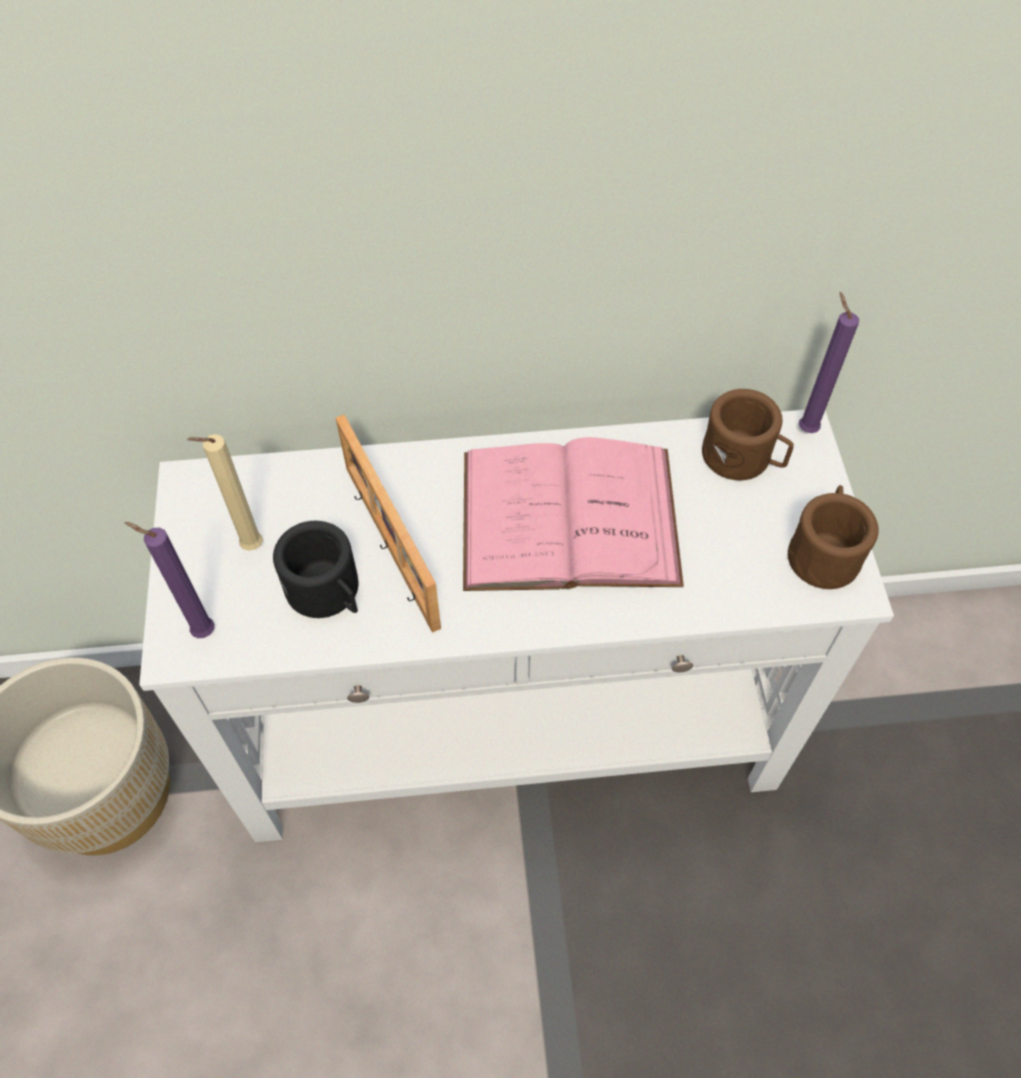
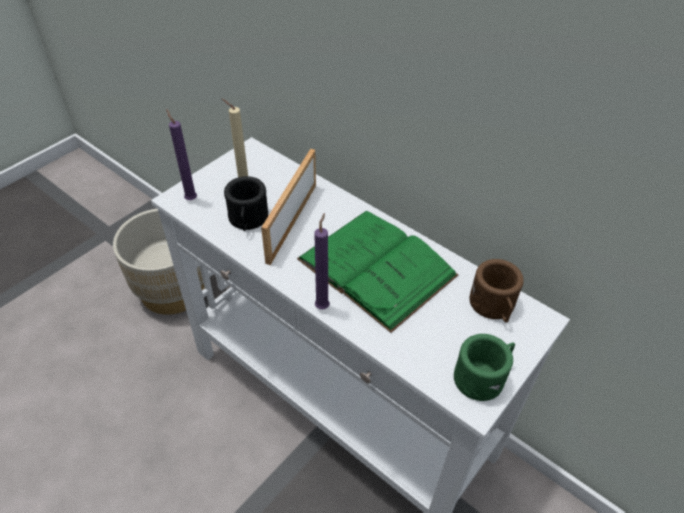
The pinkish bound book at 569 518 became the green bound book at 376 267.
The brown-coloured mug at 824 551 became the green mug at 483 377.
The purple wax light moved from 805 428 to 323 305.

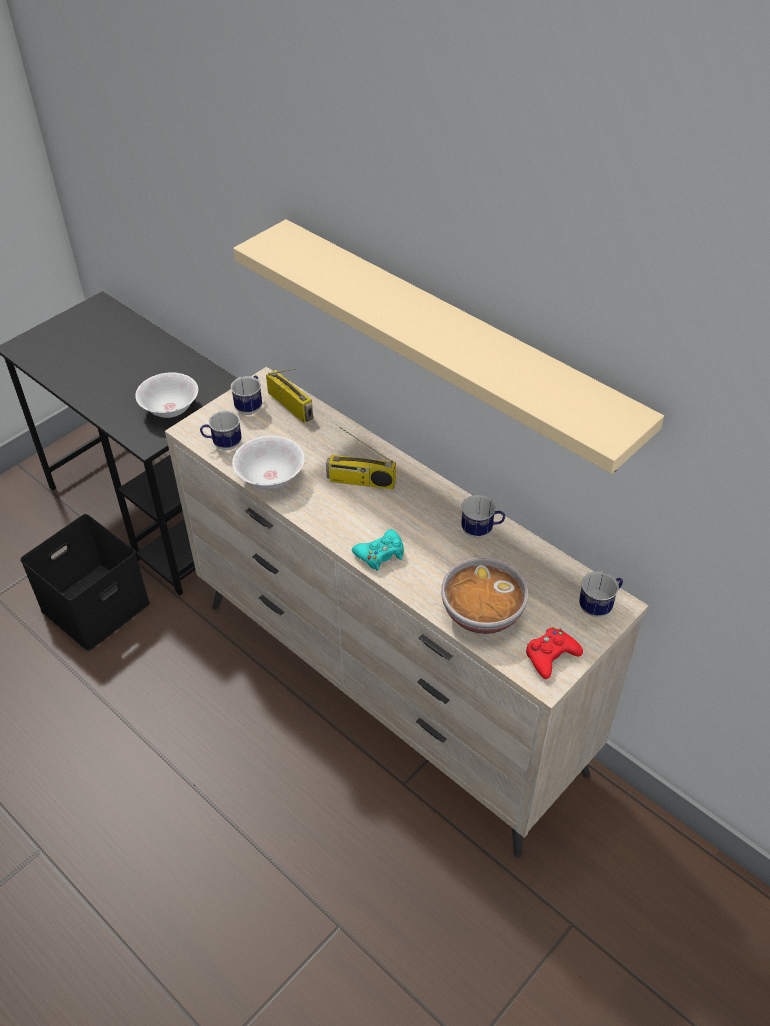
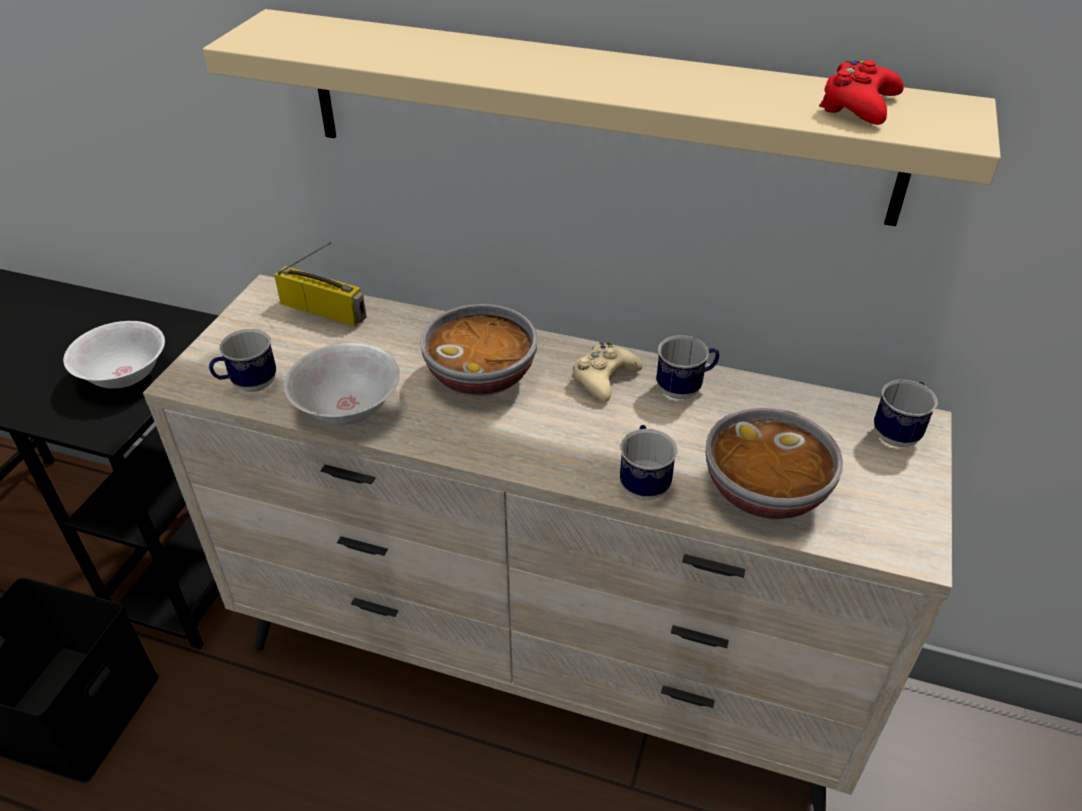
The mug moved from 251 406 to 643 482.
The radio set at 360 481 was replaced by the deep dish at 482 376.
The turquoise-coloured game controller at 380 554 disappeared.
The red-coloured game controller moved from 550 656 to 858 106.
The sand-coloured game controller at 604 378 appeared.

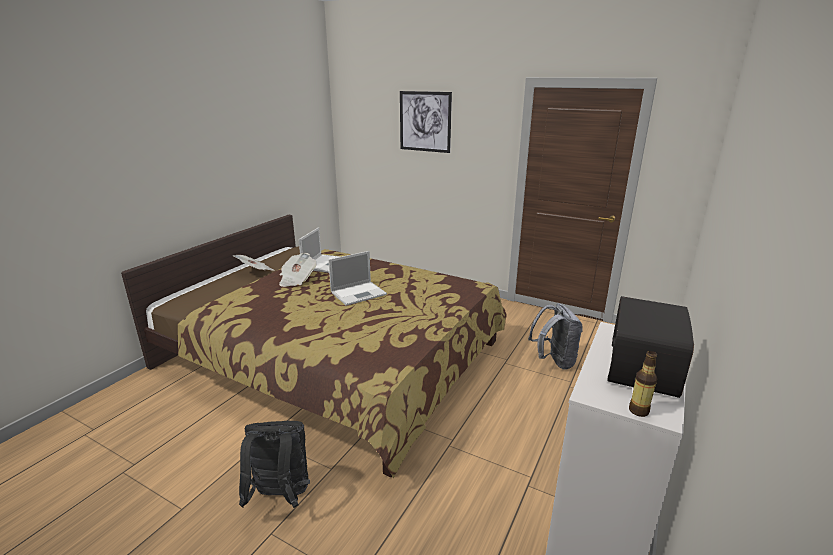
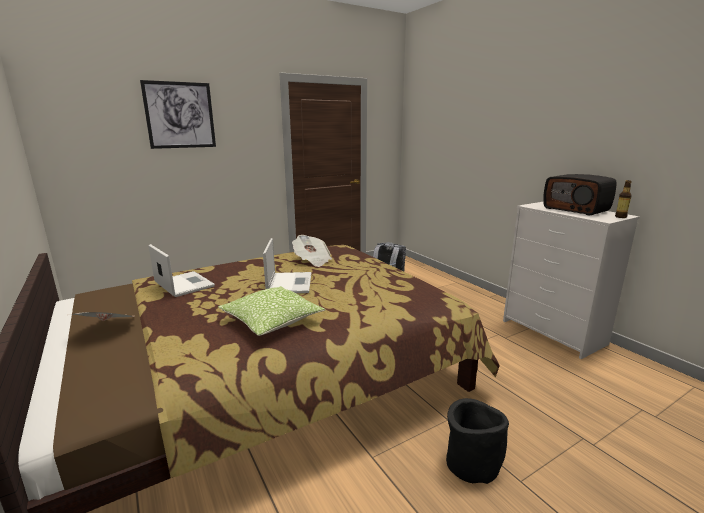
The black-coloured knapsack at 280 496 was replaced by the black-coloured planter at 471 463.
The daily paper moved from 297 280 to 312 260.
The throw pillow at 272 321 appeared.

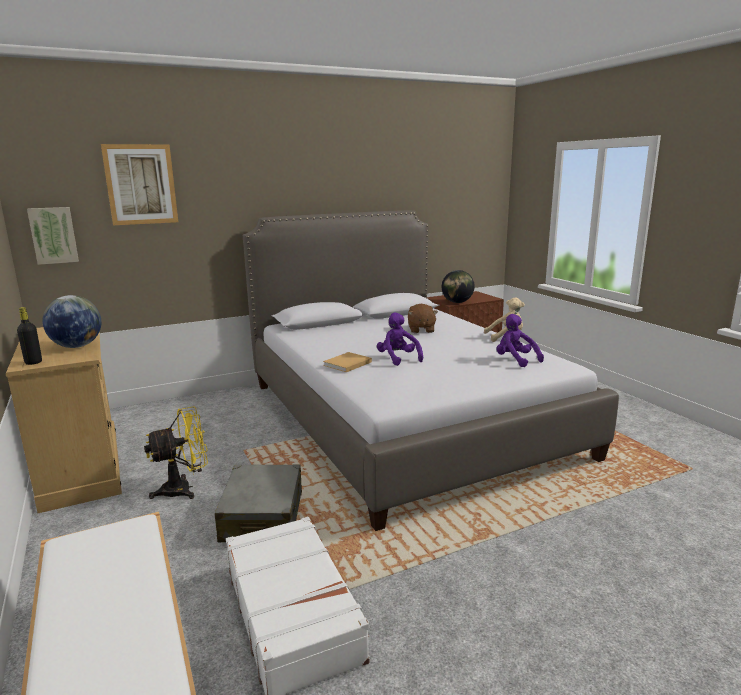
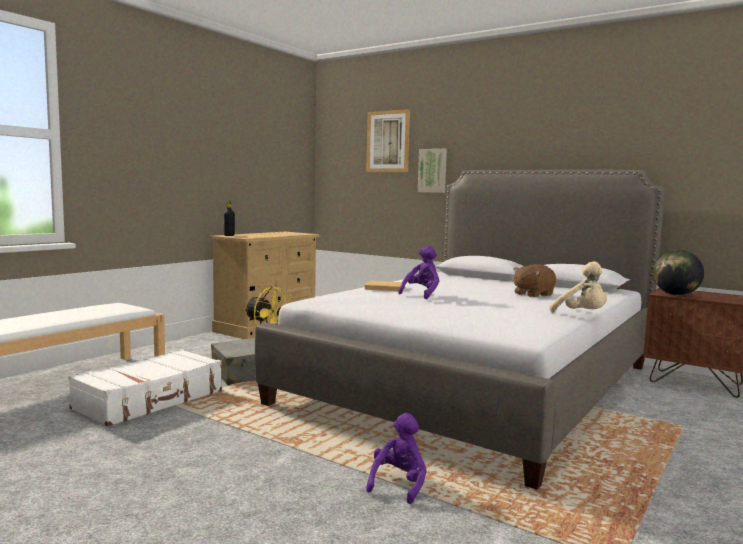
The wall picture moved from 53 235 to 433 170.
The globe at 77 346 disappeared.
The purple cuddly toy moved from 515 360 to 398 484.

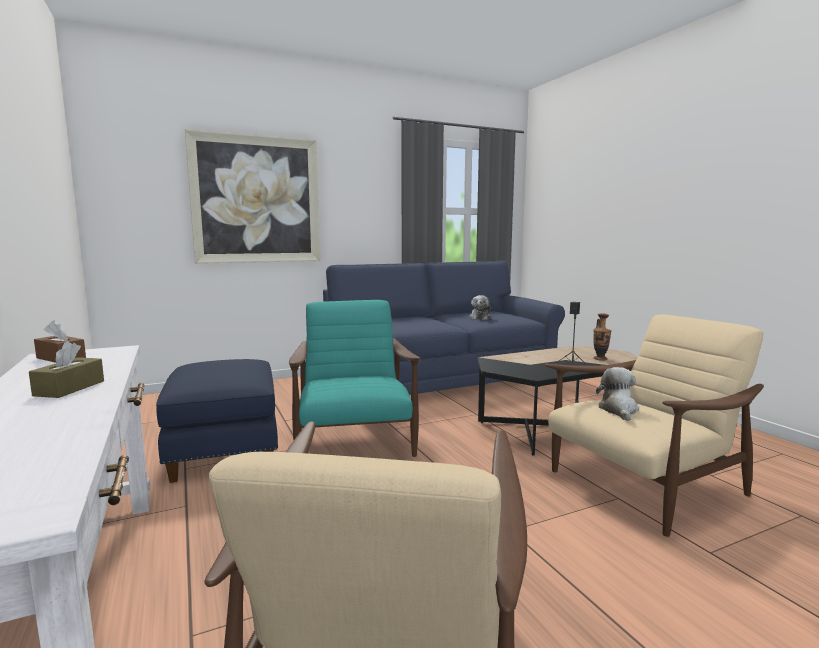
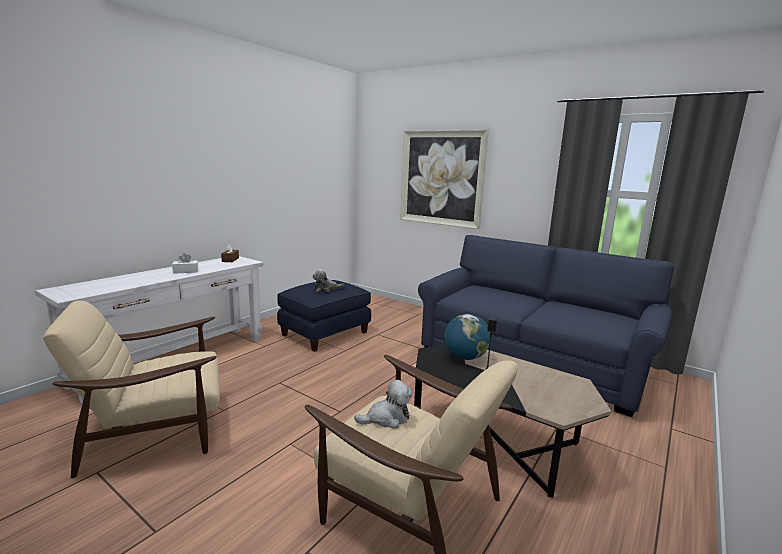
The brown-coloured tissue holder at 69 388 became the white-coloured tissue holder at 186 271.
The turquoise-coloured easy chair at 354 439 disappeared.
The cuddly toy moved from 479 317 to 326 289.
The flower vase at 600 359 disappeared.
The globe at 465 357 appeared.

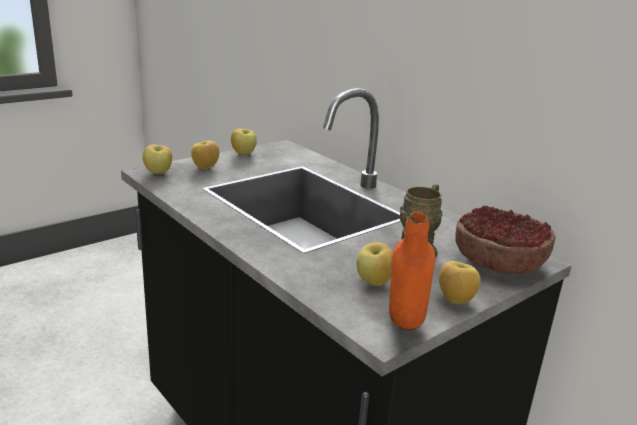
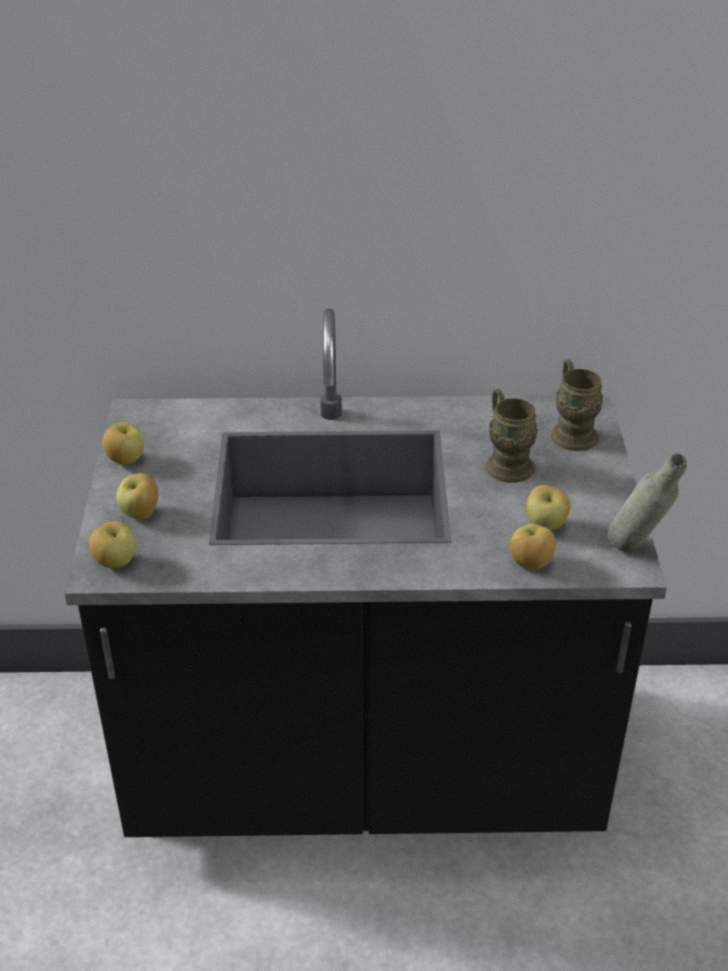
The orange beverage bottle at 404 332 became the greyish beverage bottle at 636 553.
The whole apple moved from 455 300 to 530 564.
The deep dish at 498 261 was replaced by the brown-coloured mug at 571 430.

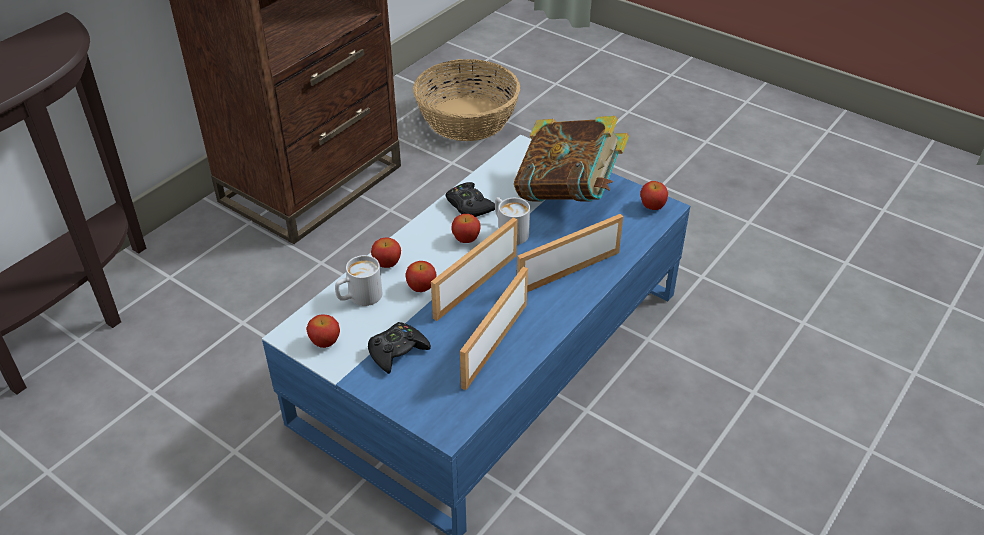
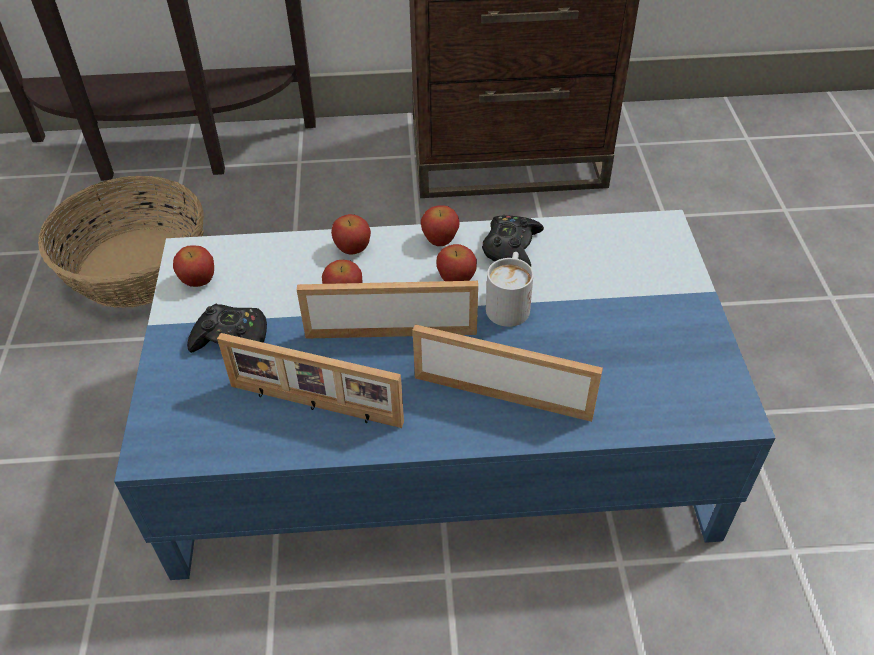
The white-coloured mug at 359 298 disappeared.
The household basket moved from 466 119 to 137 266.
The photo frame at 493 344 turned 150 degrees counterclockwise.
The bound book at 568 193 disappeared.
The whole apple moved from 652 206 to 440 239.

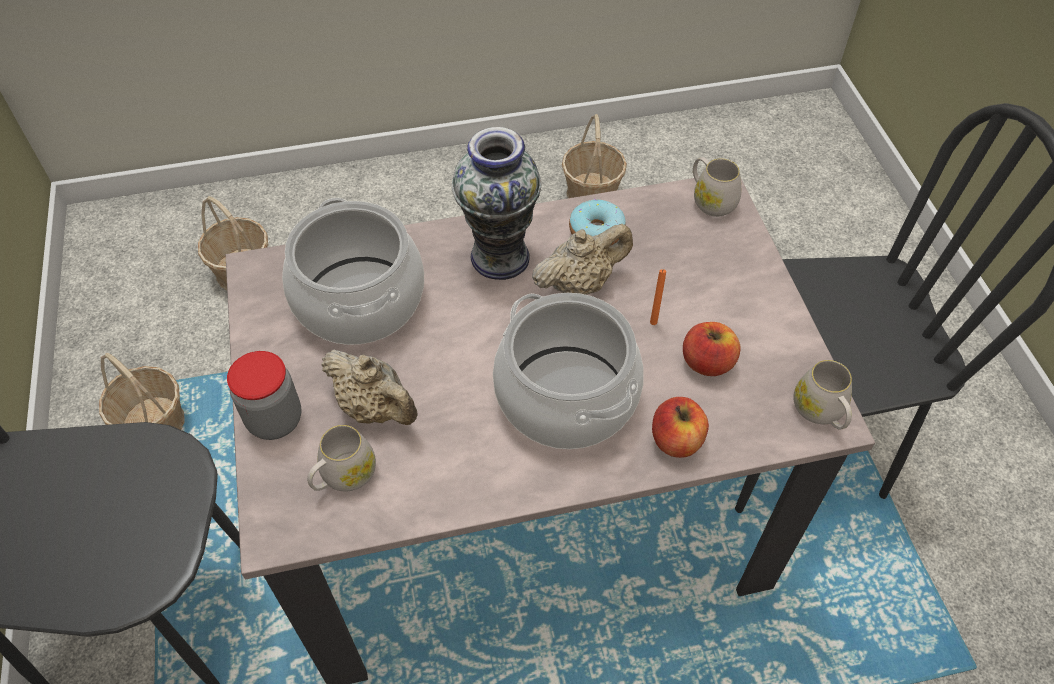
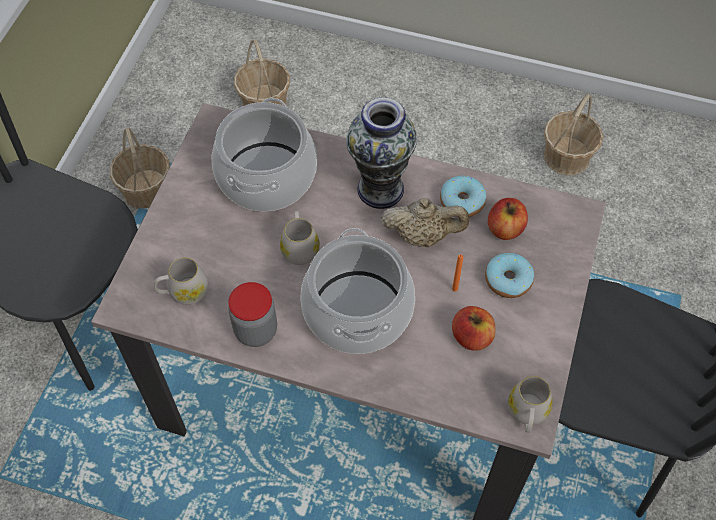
The jar moved from 275 420 to 256 330.
The sand-coloured teapot at 376 408 disappeared.
The whole apple moved from 676 440 to 505 229.
The white-coloured mug moved from 710 200 to 300 247.
The ring doughnut at 508 280 appeared.

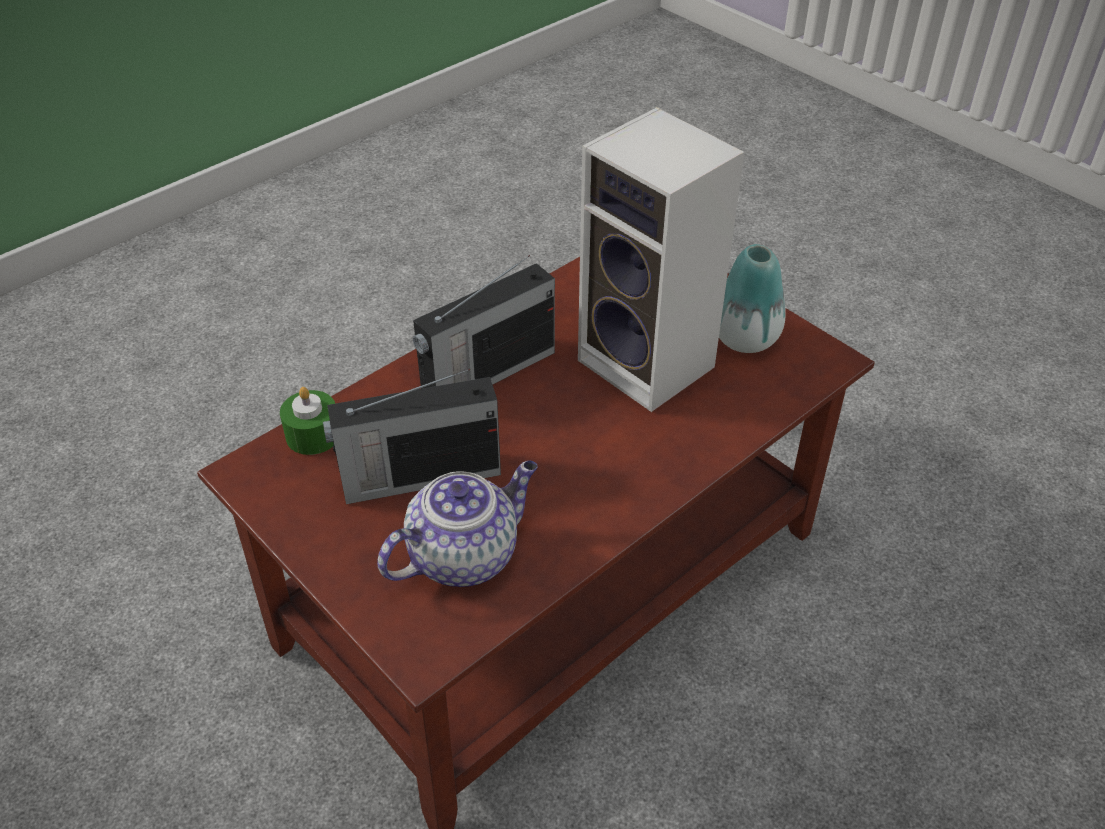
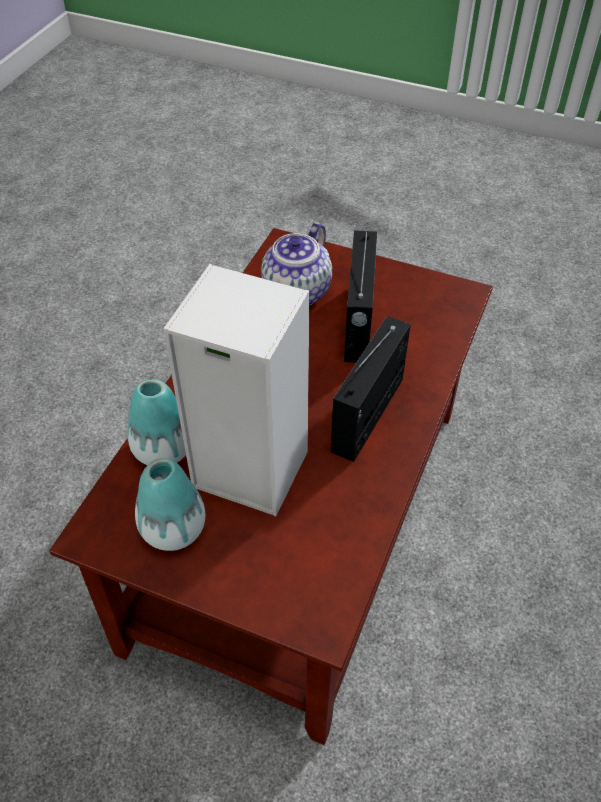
The green wax light at 313 434 disappeared.
The radio set at 418 477 turned 135 degrees clockwise.
The flower vase at 163 450 appeared.

